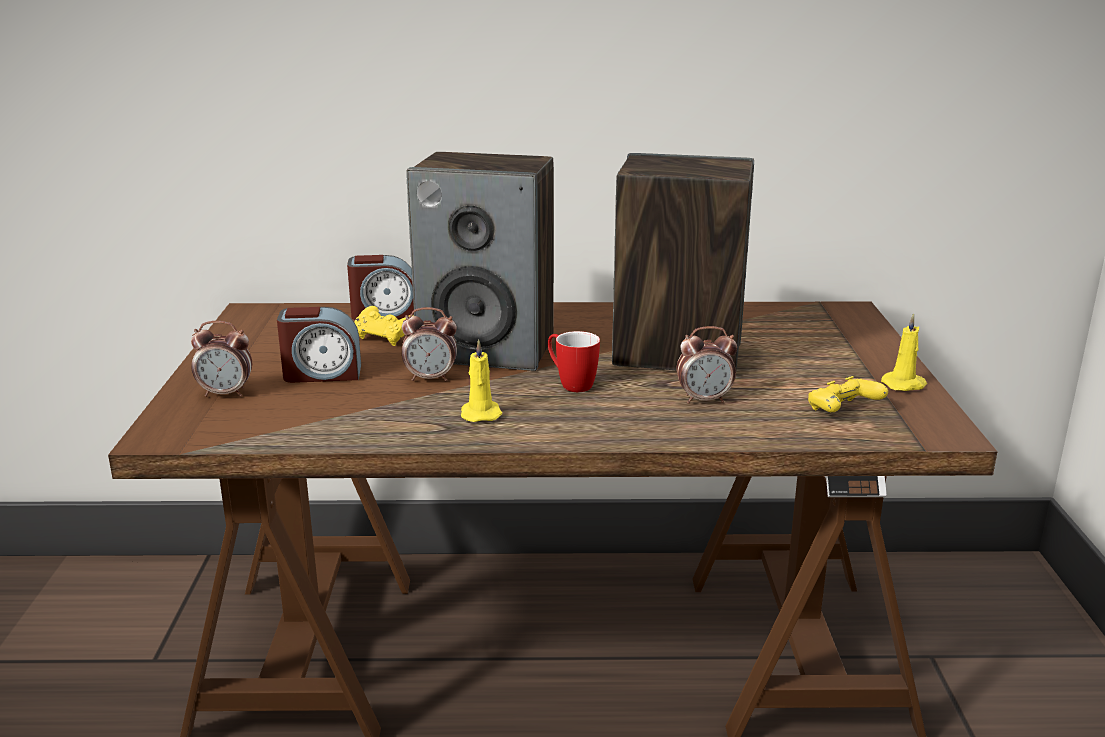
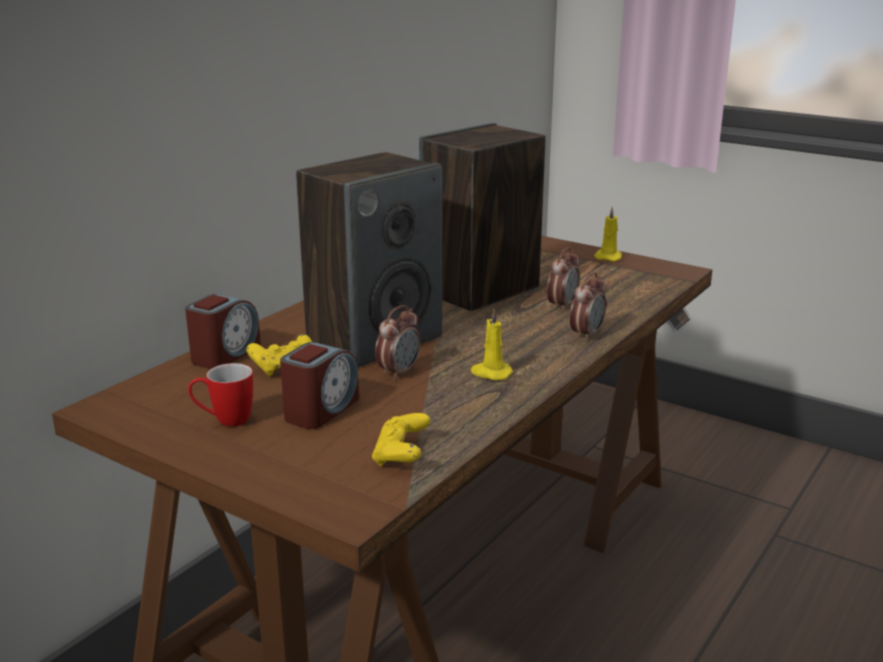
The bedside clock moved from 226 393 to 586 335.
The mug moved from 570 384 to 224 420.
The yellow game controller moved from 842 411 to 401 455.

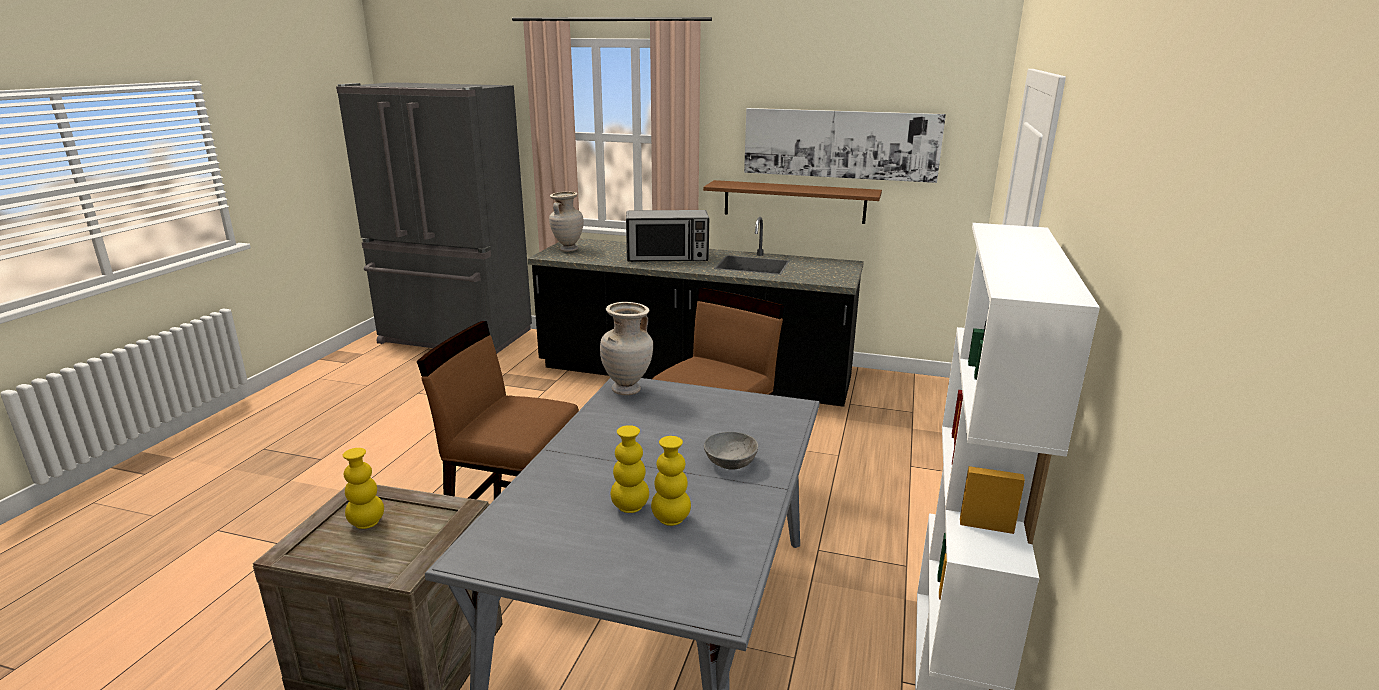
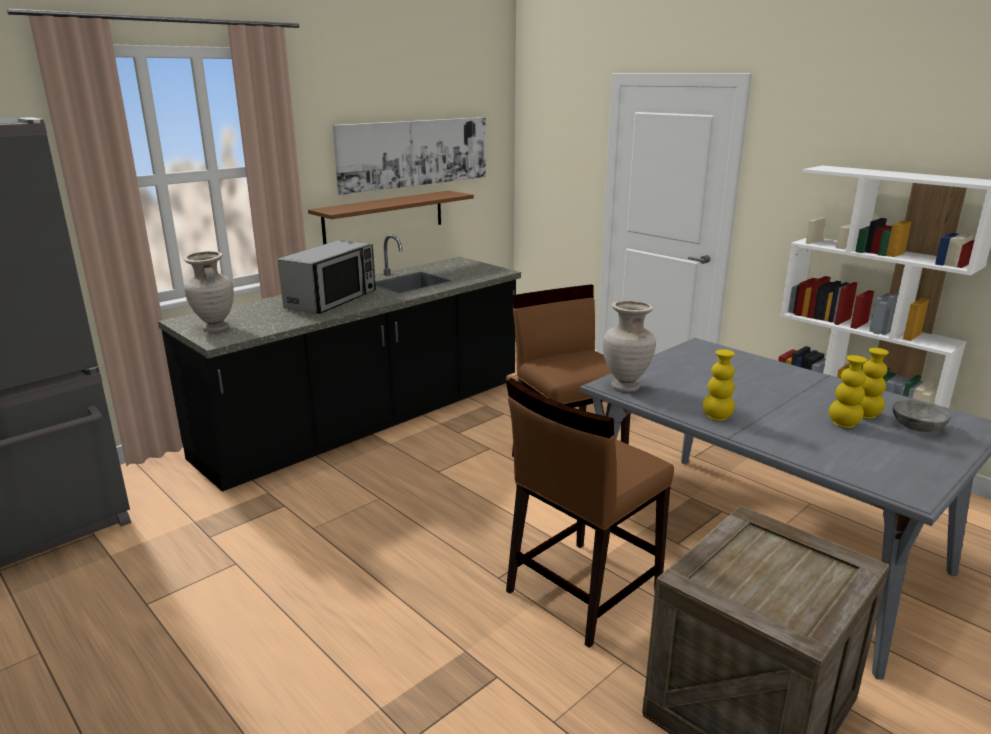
The yellow flower vase moved from 367 523 to 717 417.
The greyish deep dish moved from 731 462 to 916 426.

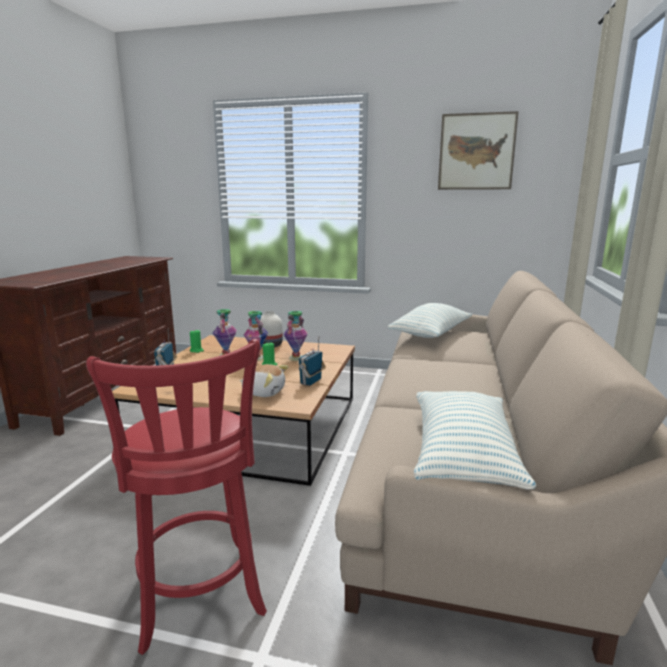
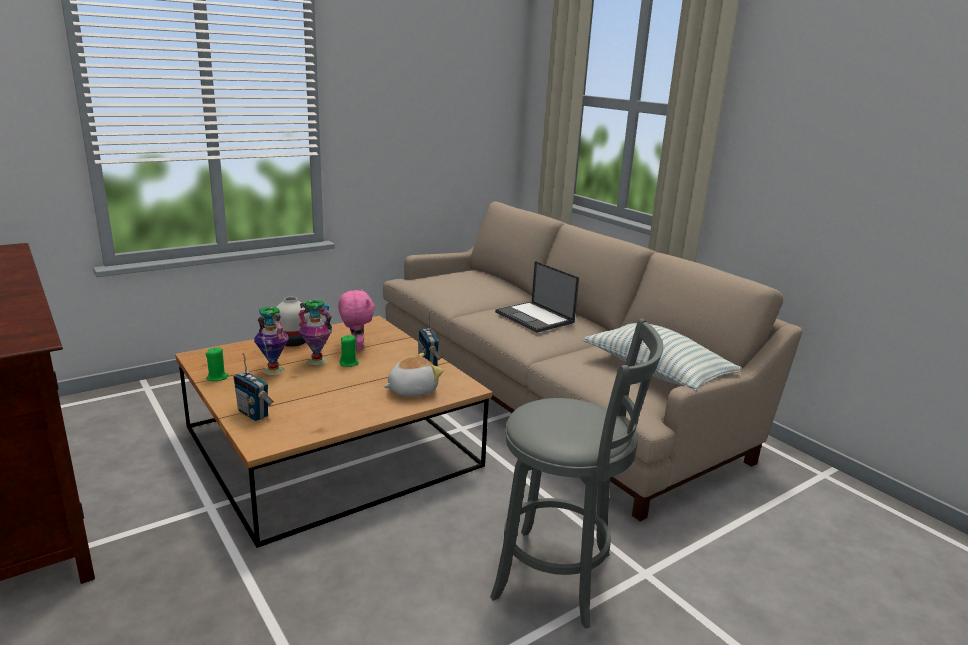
The red-coloured stool seat at 200 599 became the greyish stool seat at 560 578.
The flower vase at 295 358 was replaced by the pinkish cuddly toy at 356 347.
The throw pillow at 430 334 disappeared.
The wall picture at 476 152 disappeared.
The portable computer at 535 317 appeared.

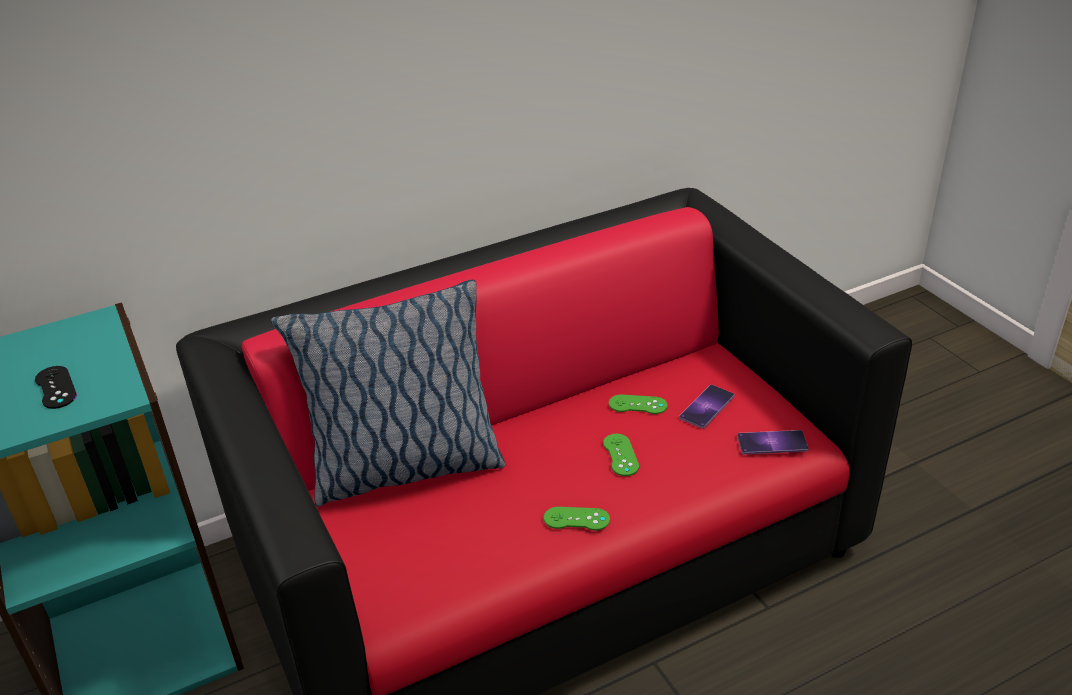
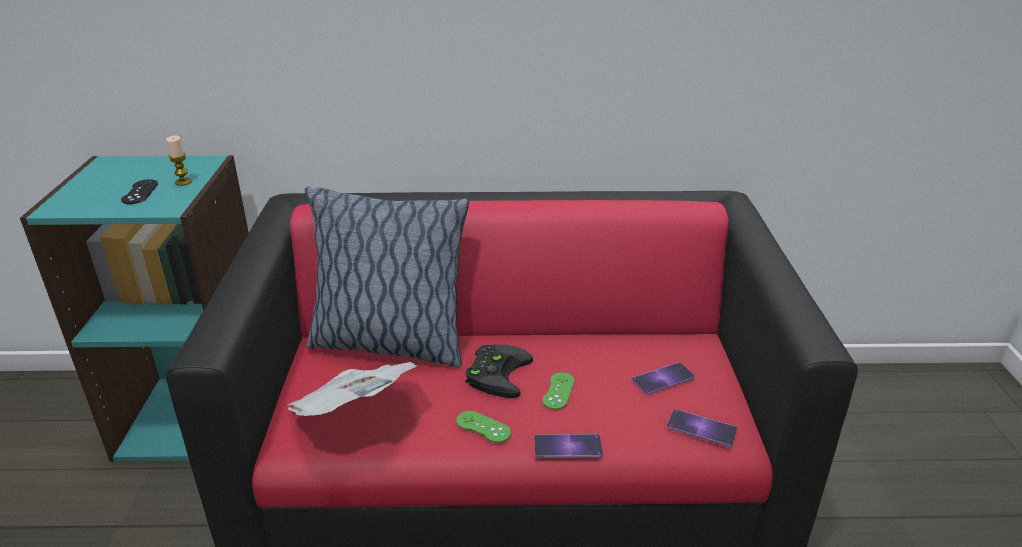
The green game controller at 637 405 disappeared.
The wax light at 183 182 appeared.
The daily paper at 354 413 appeared.
The black-coloured game controller at 496 372 appeared.
The phone at 568 446 appeared.

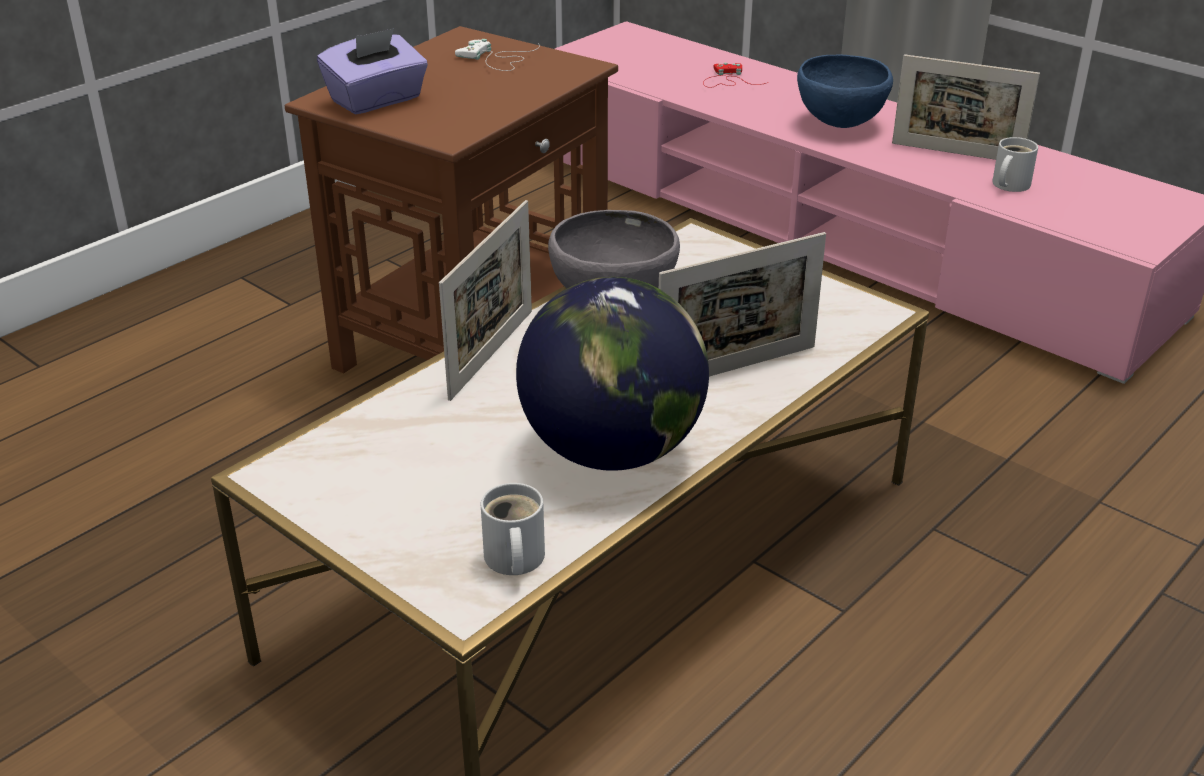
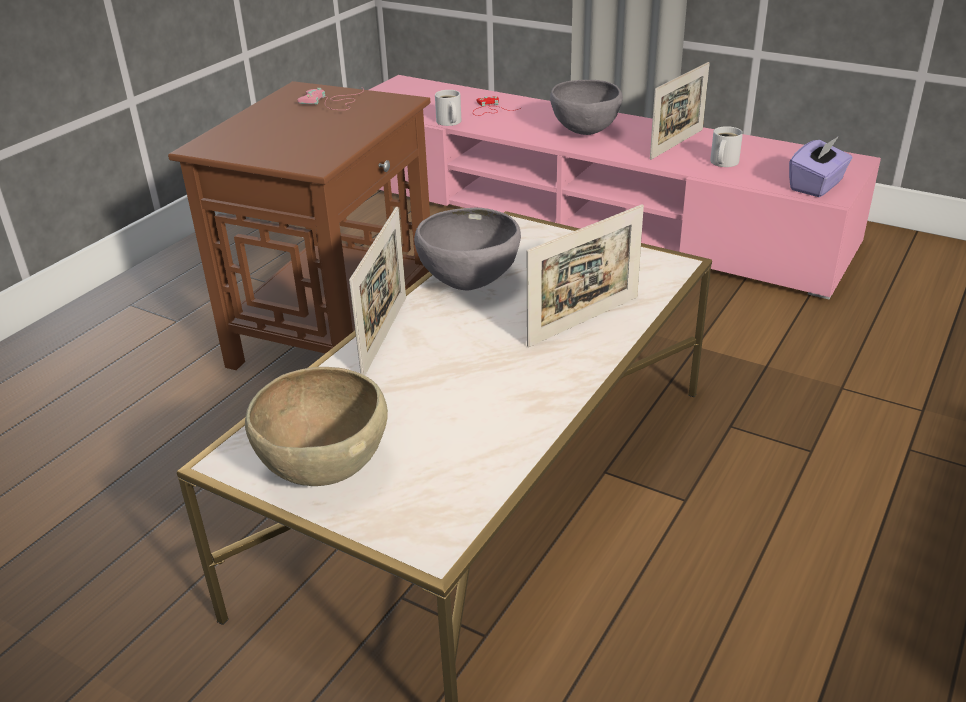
The purple tissue holder moved from 377 100 to 817 186.
The white-coloured game controller at 497 60 became the pinkish game controller at 333 103.
The white-coloured mug moved from 512 560 to 448 122.
The globe at 612 451 disappeared.
The blue-coloured deep dish at 839 125 became the greyish deep dish at 584 133.
The photo frame at 956 153 turned 60 degrees counterclockwise.
The brown-coloured deep dish at 324 470 appeared.

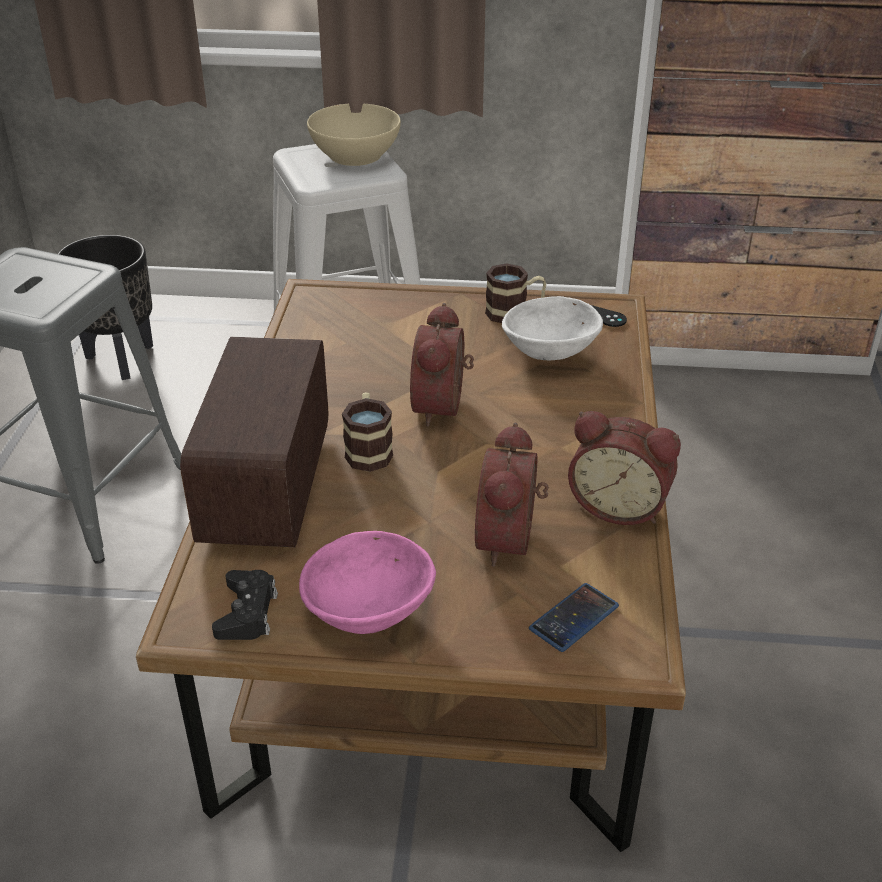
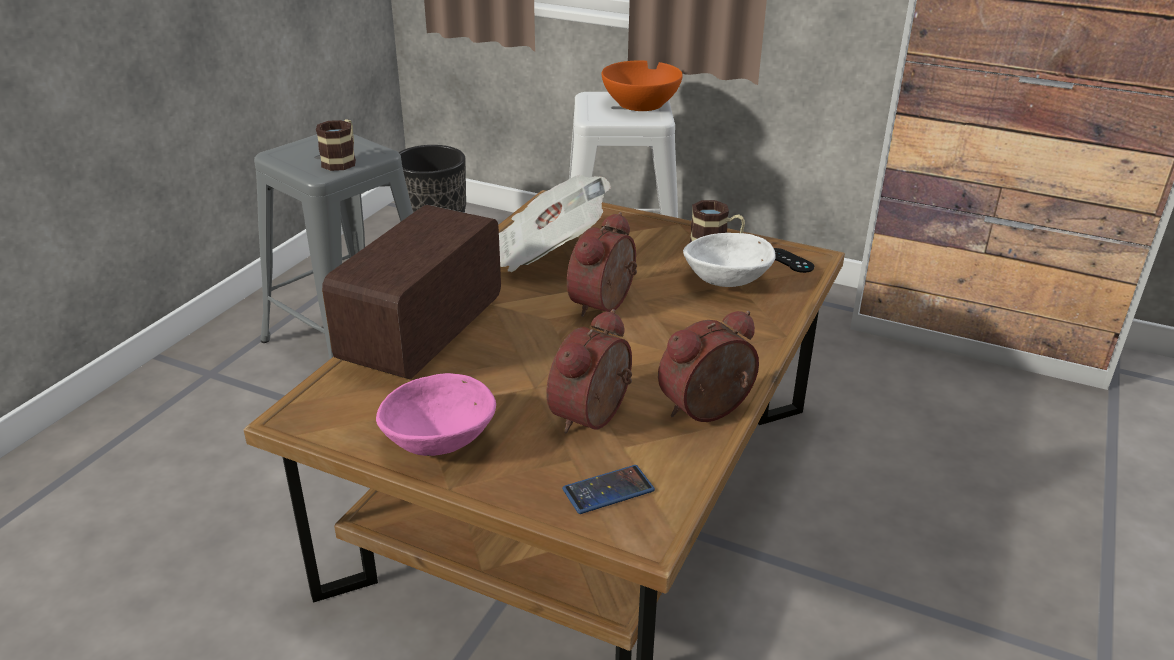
The black-coloured game controller at 247 612 disappeared.
The sand-coloured deep dish at 355 155 became the orange deep dish at 640 103.
The mug moved from 368 449 to 342 160.
The bedside clock at 619 505 turned 105 degrees clockwise.
The daily paper at 544 252 appeared.

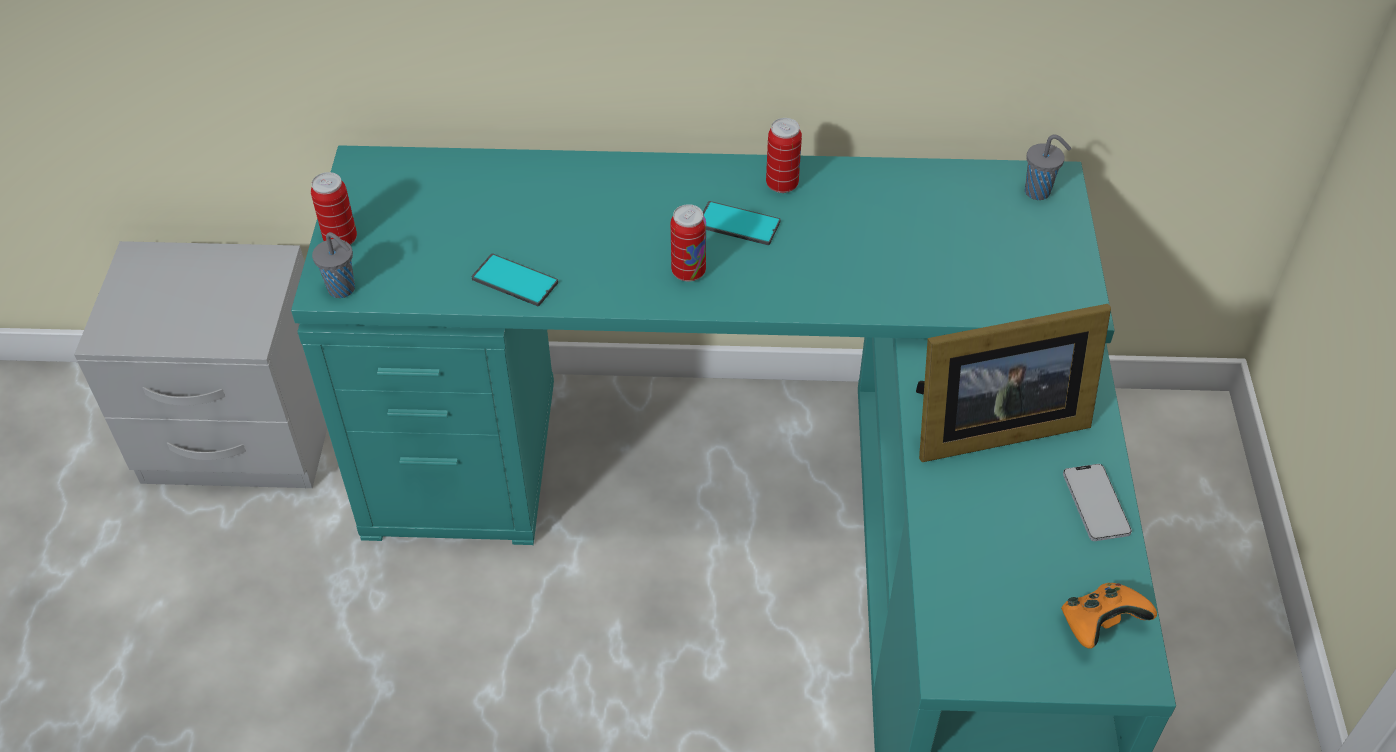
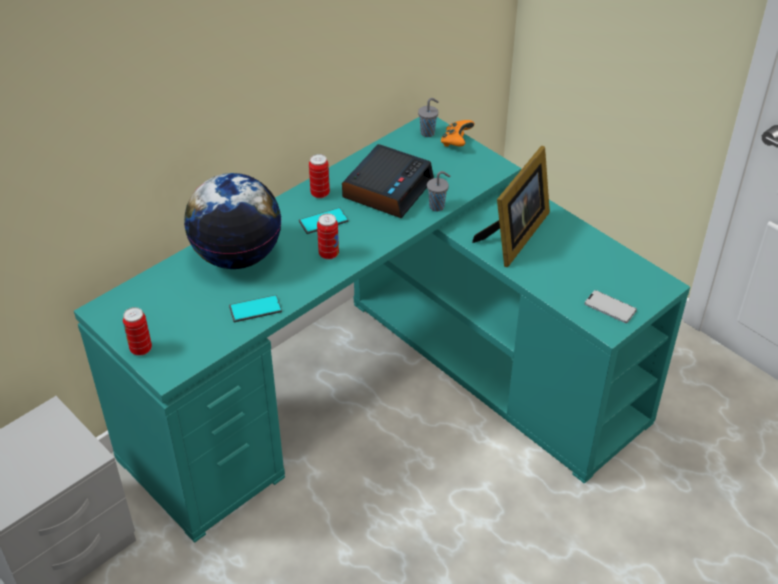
The greyish drinking cup moved from 343 289 to 437 206.
The orange game controller moved from 1100 624 to 456 141.
The phone moved from 1096 503 to 610 307.
The globe at 237 256 appeared.
The bedside clock at 387 189 appeared.

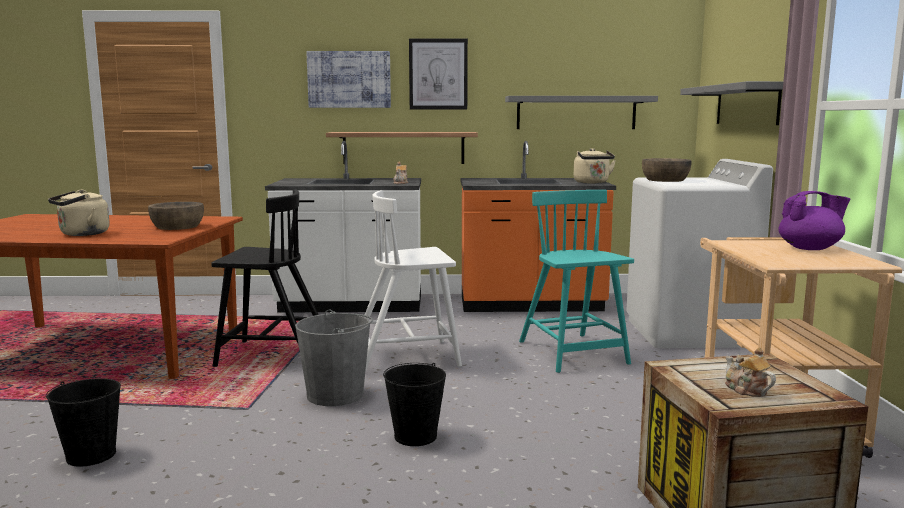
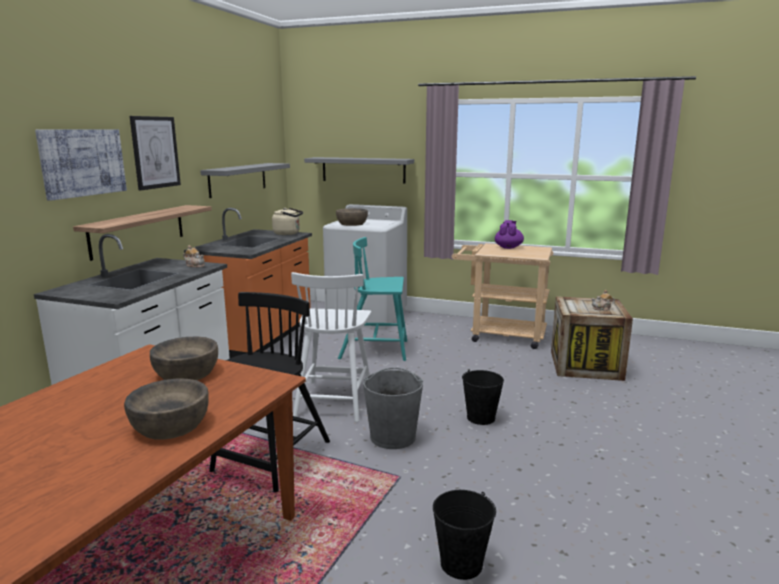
The sand-coloured water kettle at 81 234 was replaced by the brown-coloured deep dish at 170 425.

